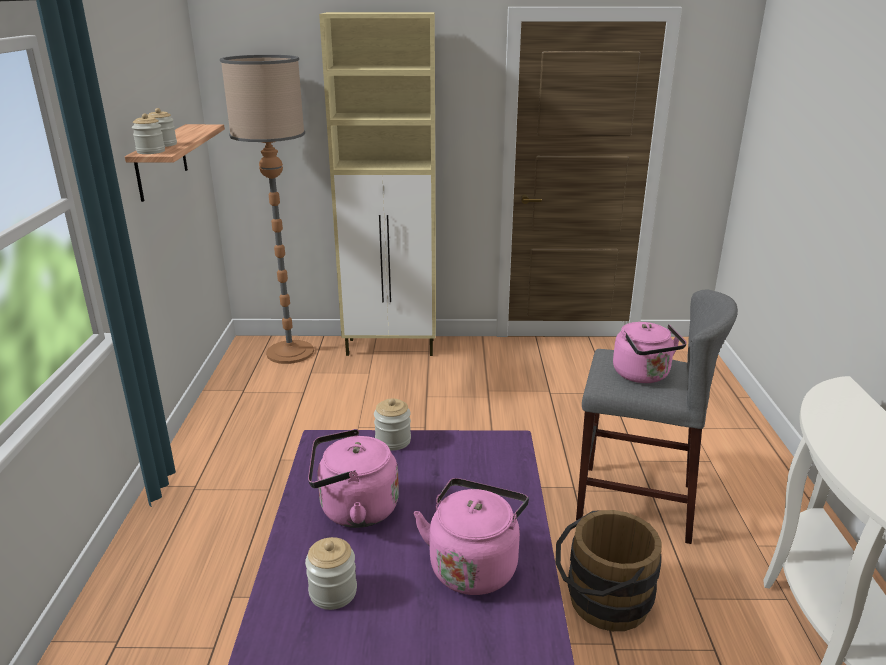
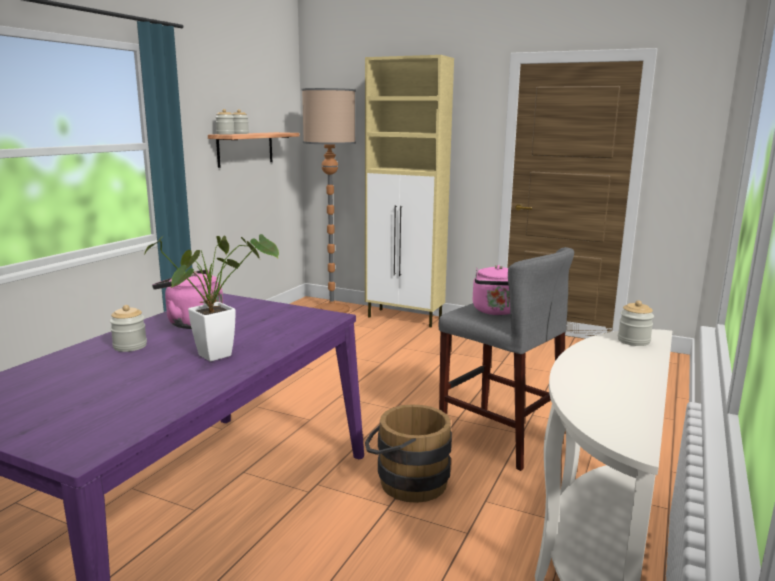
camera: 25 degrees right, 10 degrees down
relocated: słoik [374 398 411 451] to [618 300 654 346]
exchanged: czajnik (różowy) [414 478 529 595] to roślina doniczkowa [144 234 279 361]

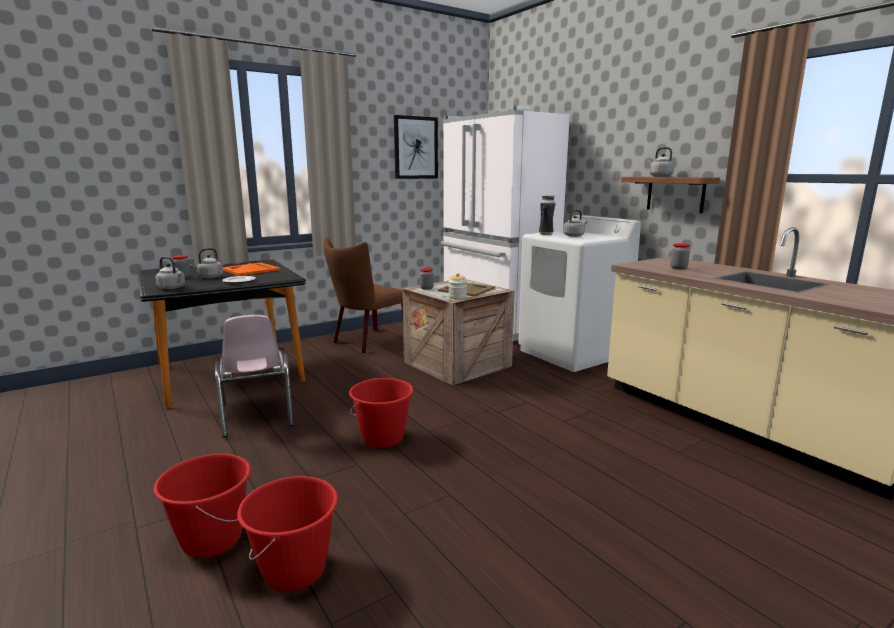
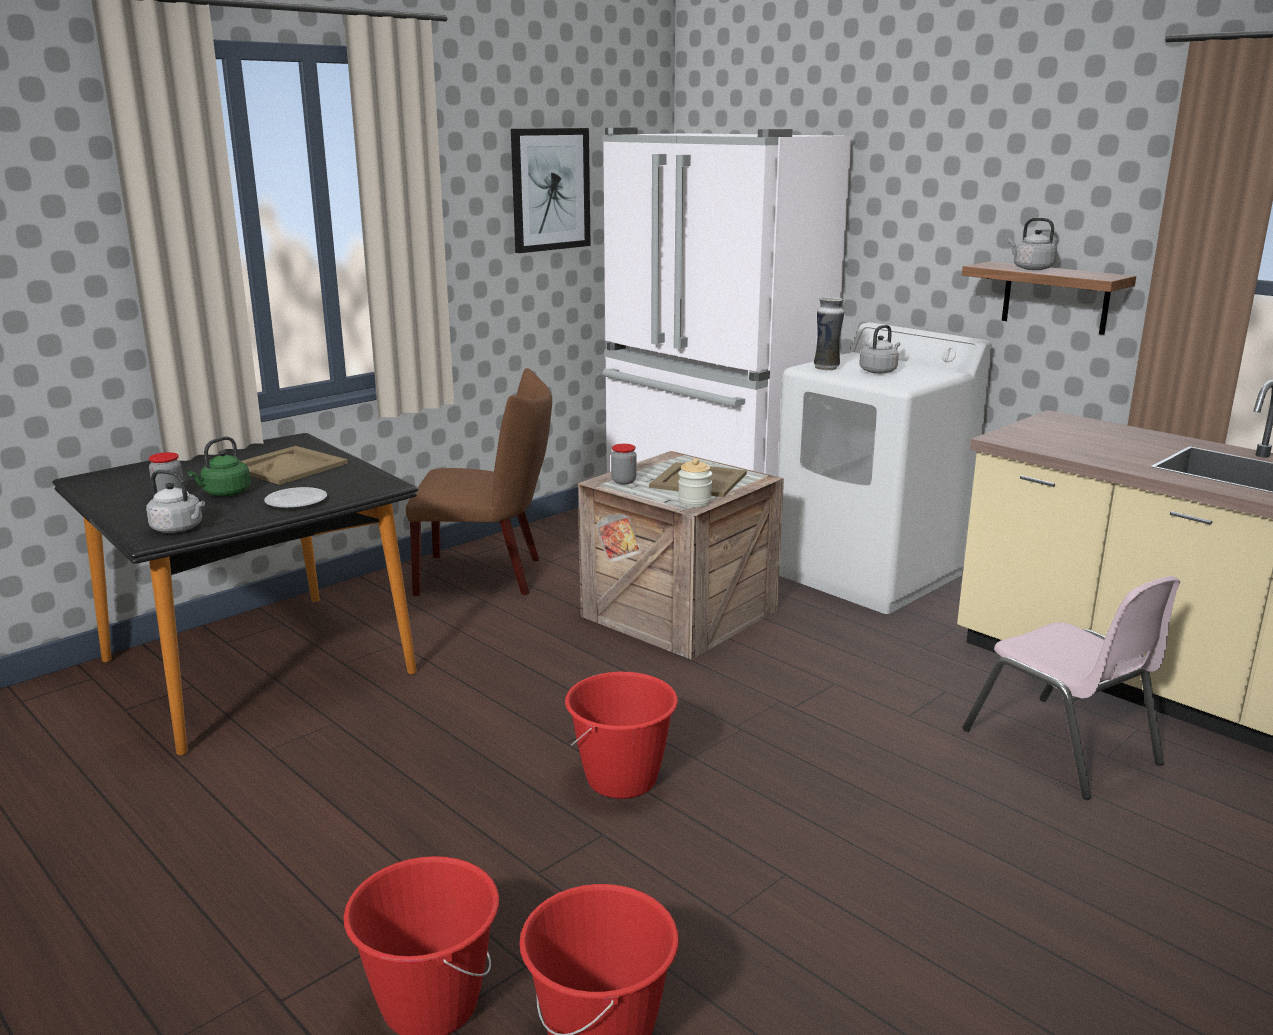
camera: 10 degrees left, 5 degrees up
missing: słoik [670 243 690 270]
relocated: krzesło (różowy) [215 315 294 437] to [963 576 1180 800]
colour: czajnik (szary) [189 248 223 278] to czajnik (zielony) [188 436 251 496]; taca (pomarańczowy) [223 263 281 276] to taca (beżowy) [241 446 348 485]
spun: krzesło (brązowy) [324 237 403 353] = [406 368 552 596] 120 degrees counterclockwise

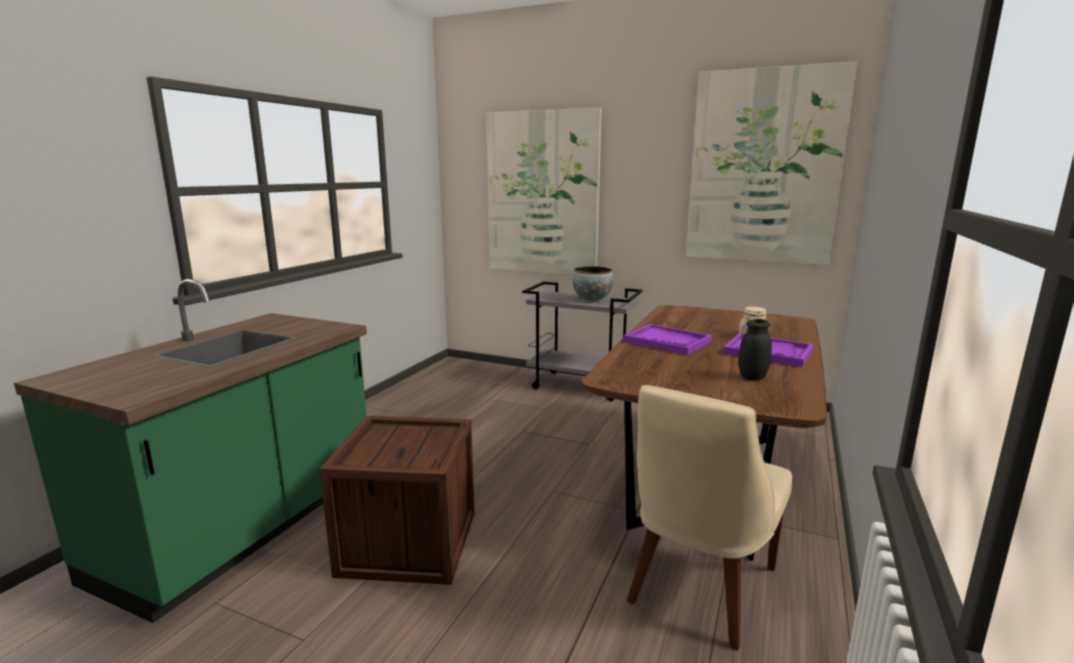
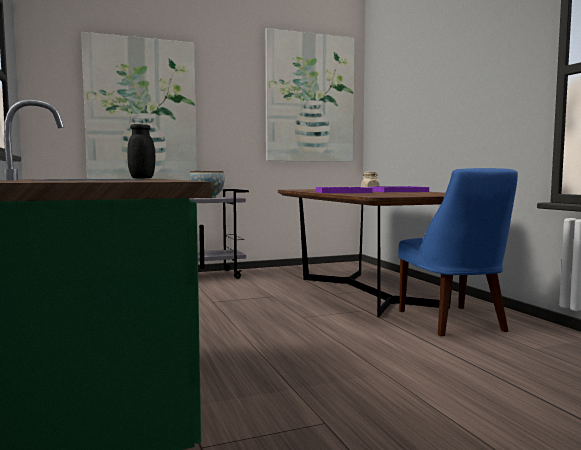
camera: 45 degrees left, 10 degrees down
missing: skrzynka [319 416 475 585]
relocated: słoik (czarny) [739 319 772 380] to [127 124 156 179]
colour: krzesło (beżowy) [627 385 792 651] to krzesło (niebieski) [398 168 518 336]

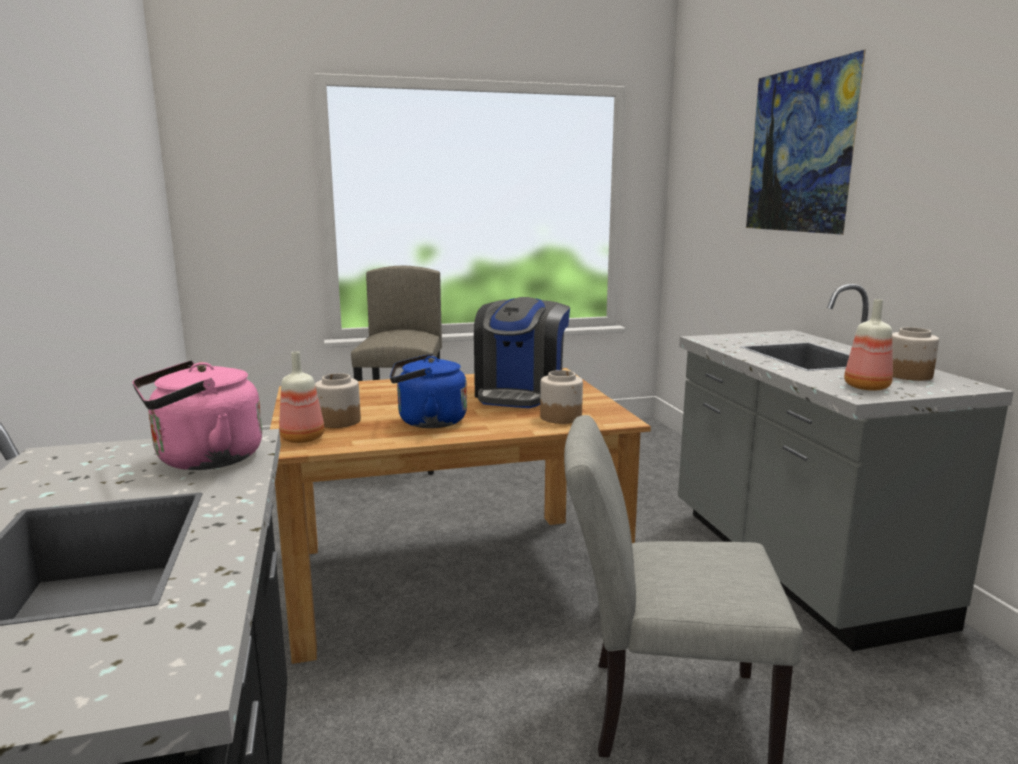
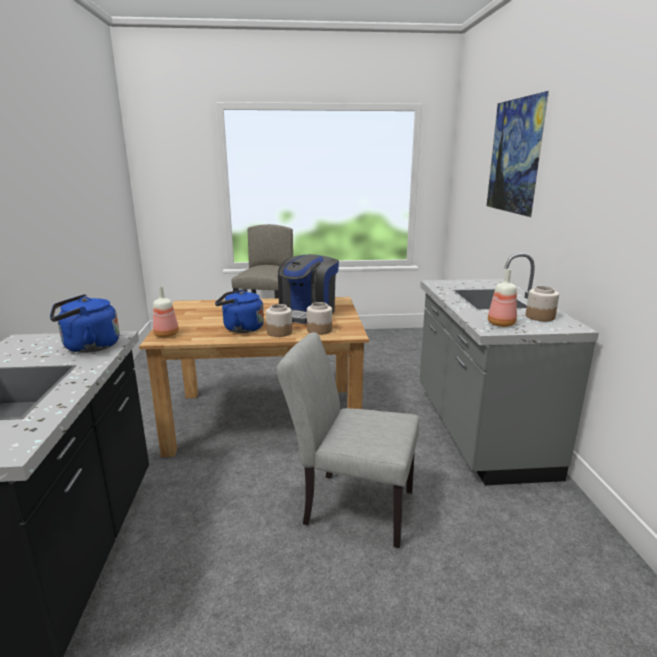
camera: 10 degrees right, 5 degrees up
relocated: słoik [315 373 361 428] to [266 304 292 337]
colour: czajnik (różowy) [132 360 262 470] to czajnik (niebieski) [50 294 119 353]

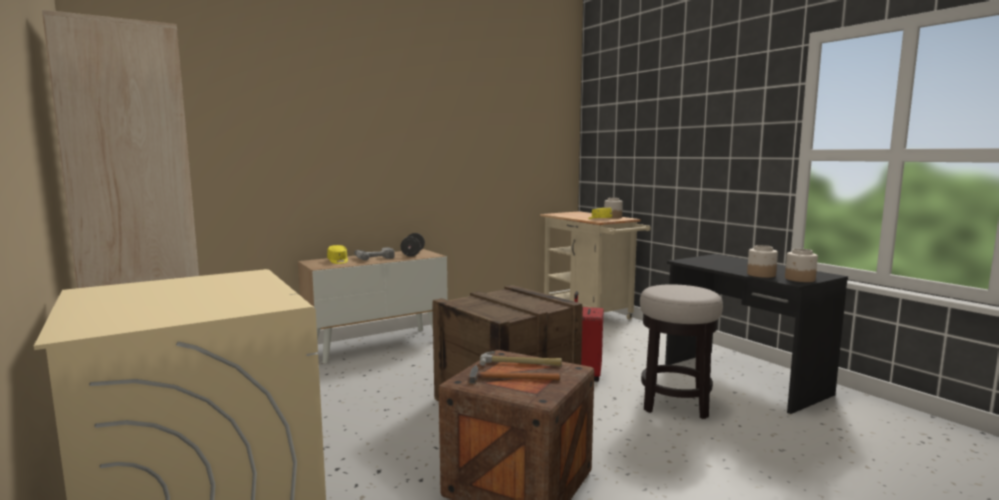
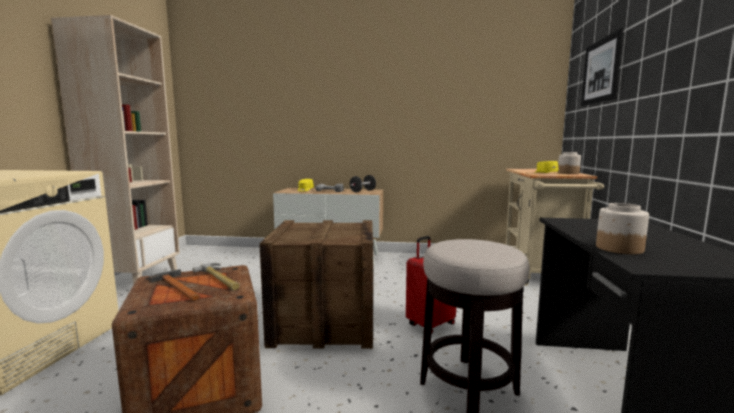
camera: 40 degrees right, 0 degrees up
missing: słoik [785 249 818 282]
appeared: obraz [581 28 624 106]

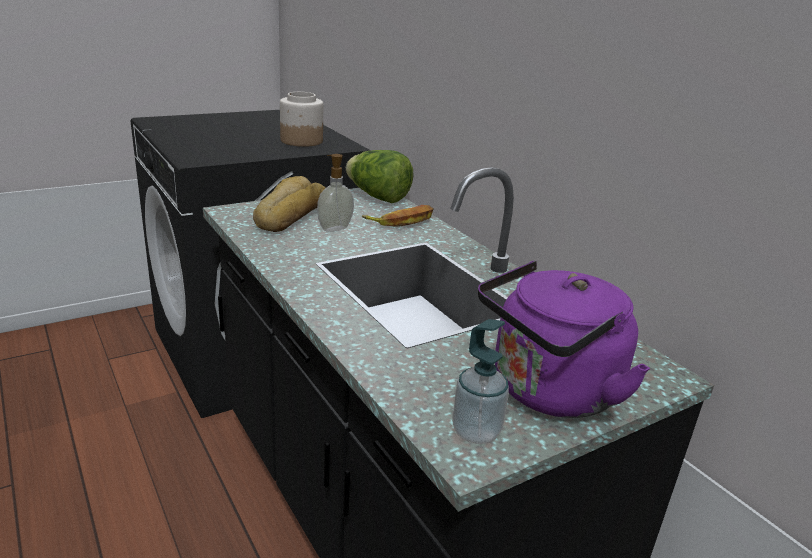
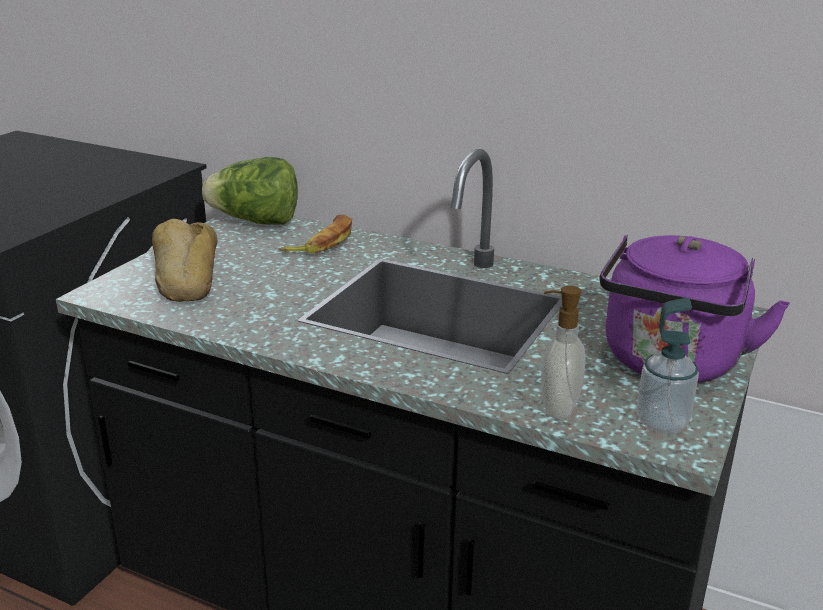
camera: 30 degrees left, 0 degrees up
missing: słoik [280 92 323 147]
relocated: dozownik mydła [317 154 354 232] to [541 286 586 419]

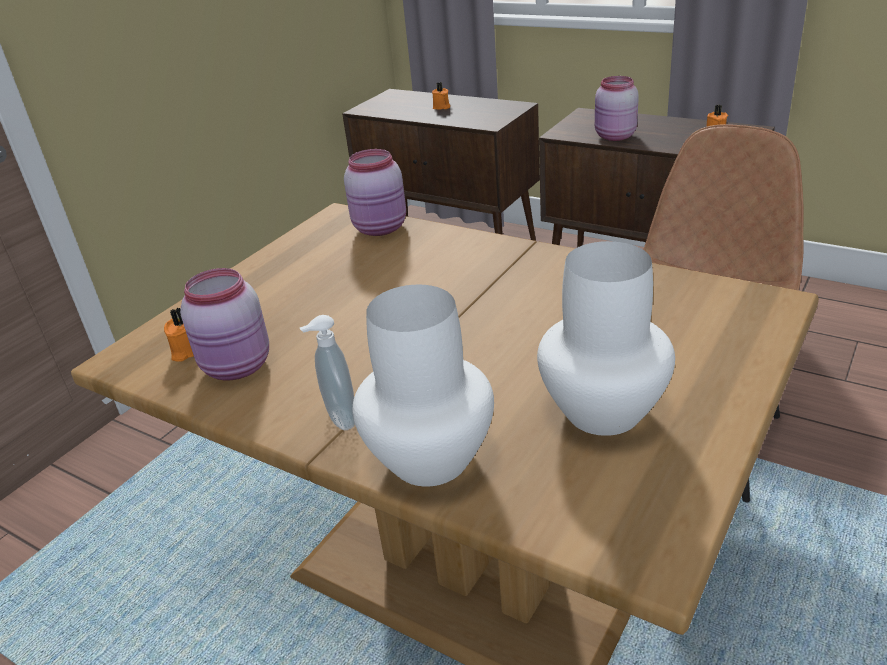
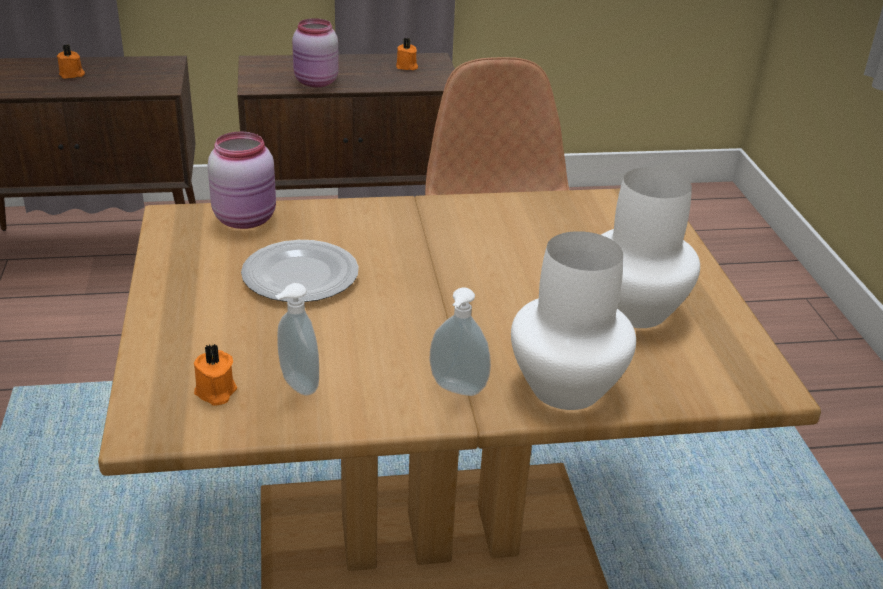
camera: 45 degrees left, 0 degrees up
appeared: talerz [241 240 359 302]
exchanged: słoik (różowy) [180 268 269 381] to dozownik mydła [275 283 319 396]

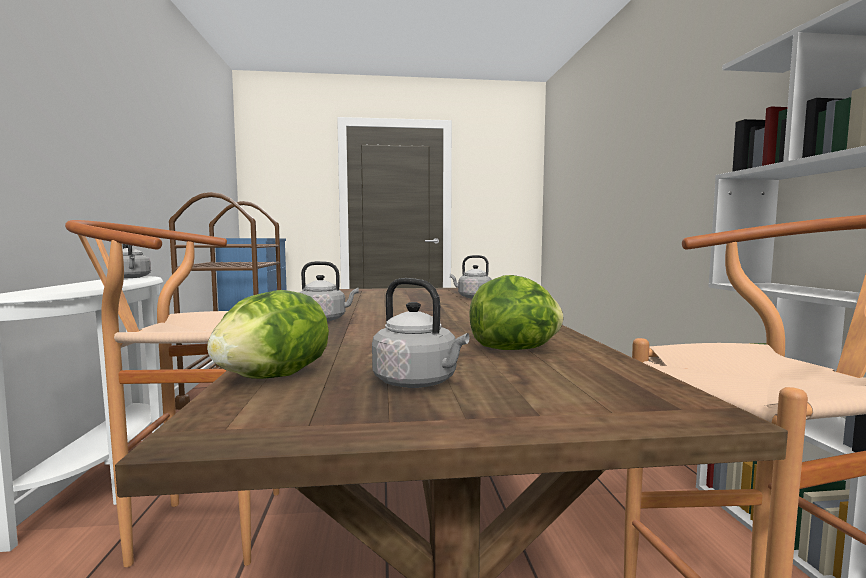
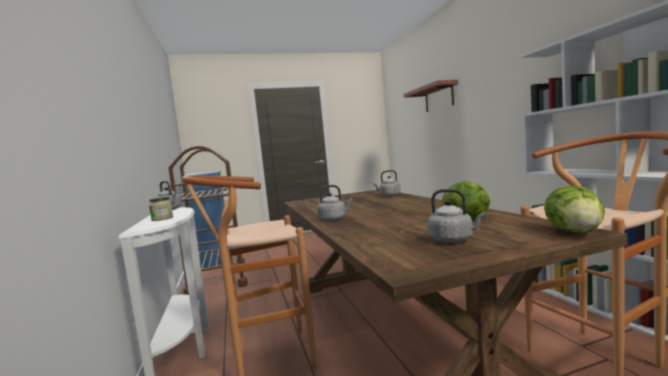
camera: 10 degrees left, 0 degrees up
appeared: słoik [149 197 173 221]; półka [404 80 458 112]
relocated: sałata [207 290 329 379] to [544 186 605 234]

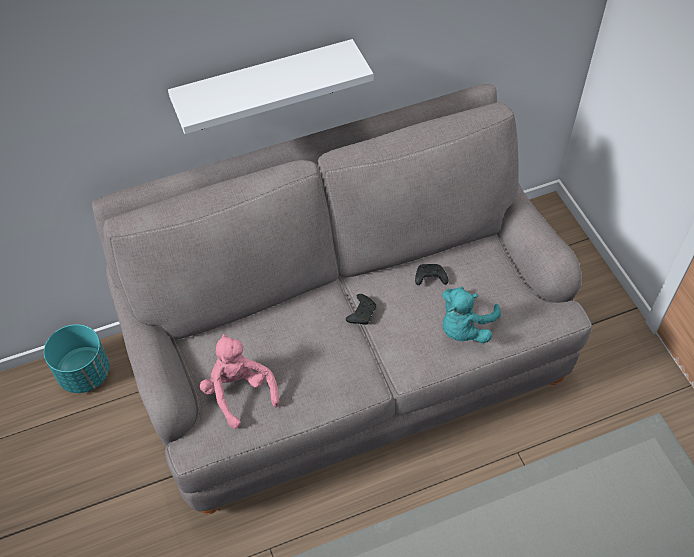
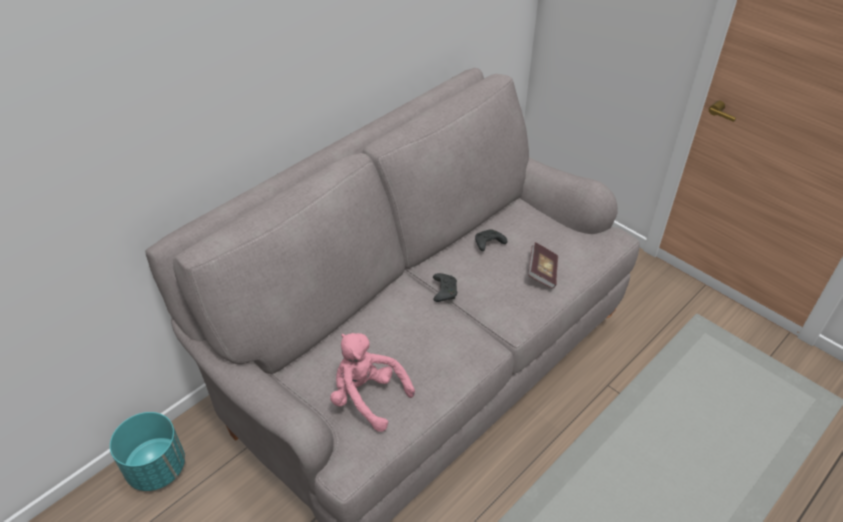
camera: 25 degrees left, 10 degrees down
missing: półka (biały) [168 39 373 134]
exchanged: pluszak (turkusowy) [442 287 501 343] to książka [528 242 558 289]

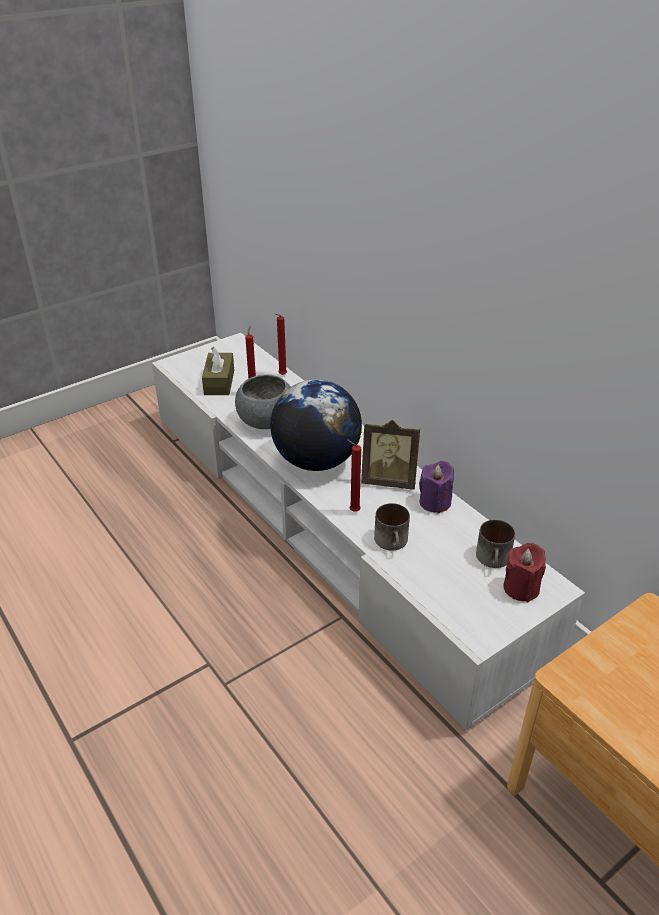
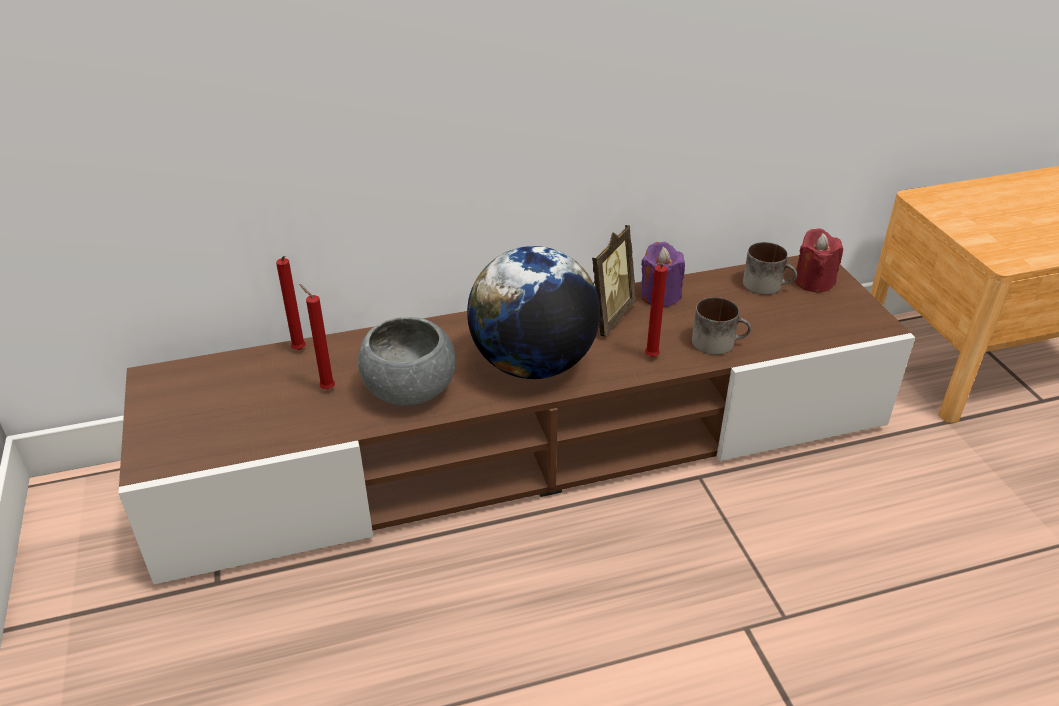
camera: 70 degrees left, 0 degrees up
missing: pudełko chusteczek (brązowy) [202 346 234 395]
colour: szafka pod telewizor (biały) [152 333 585 730] to szafka pod telewizor (brązowy) [119 255 915 585]

